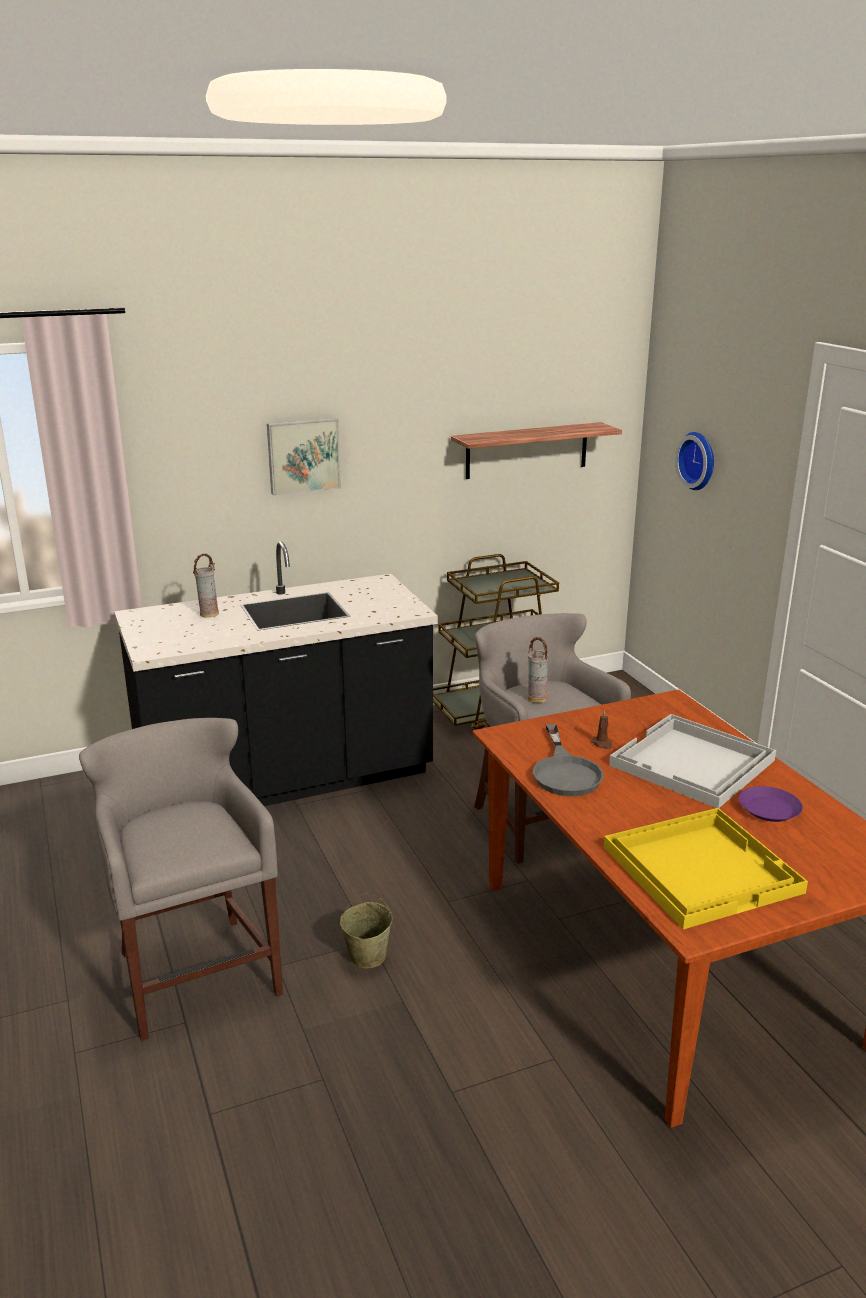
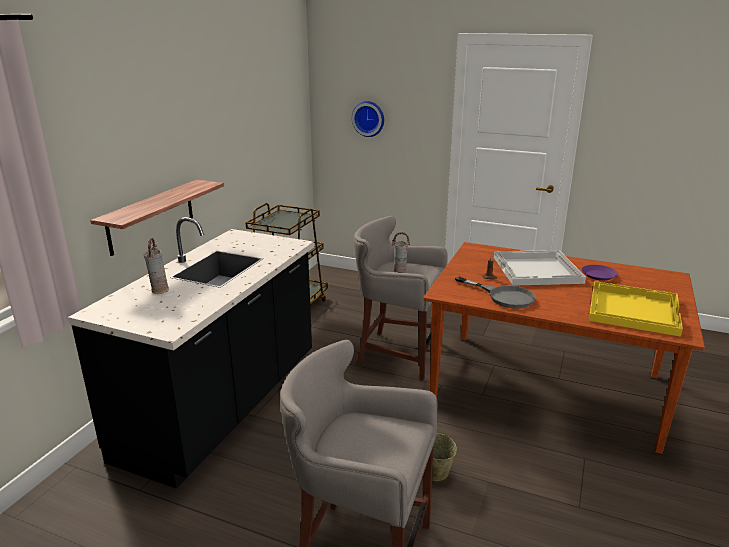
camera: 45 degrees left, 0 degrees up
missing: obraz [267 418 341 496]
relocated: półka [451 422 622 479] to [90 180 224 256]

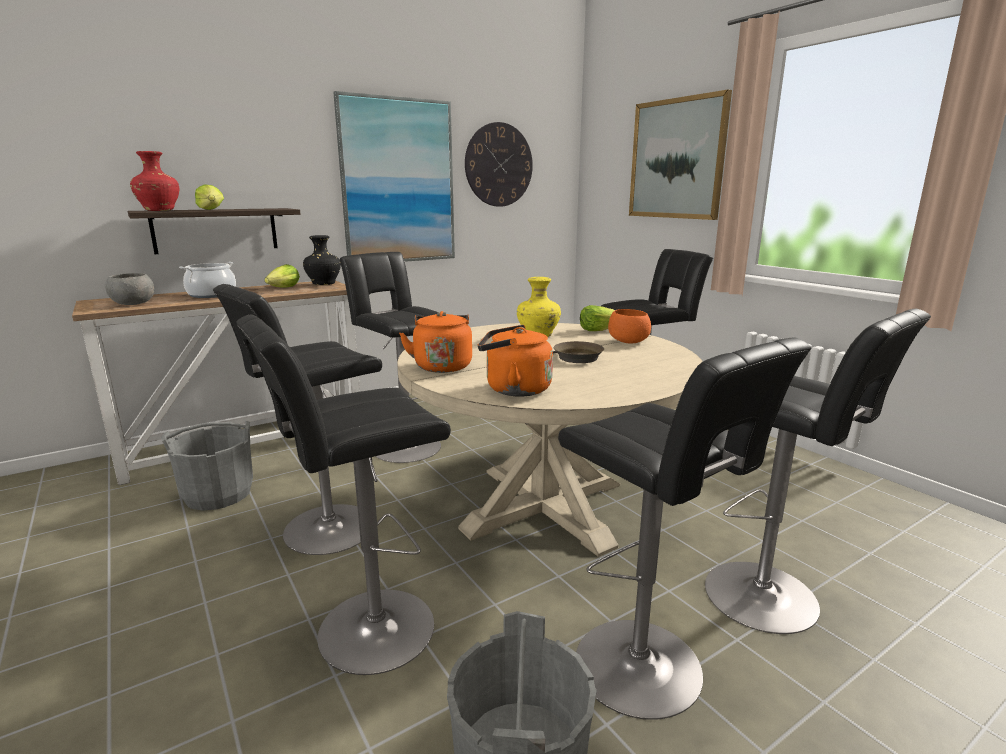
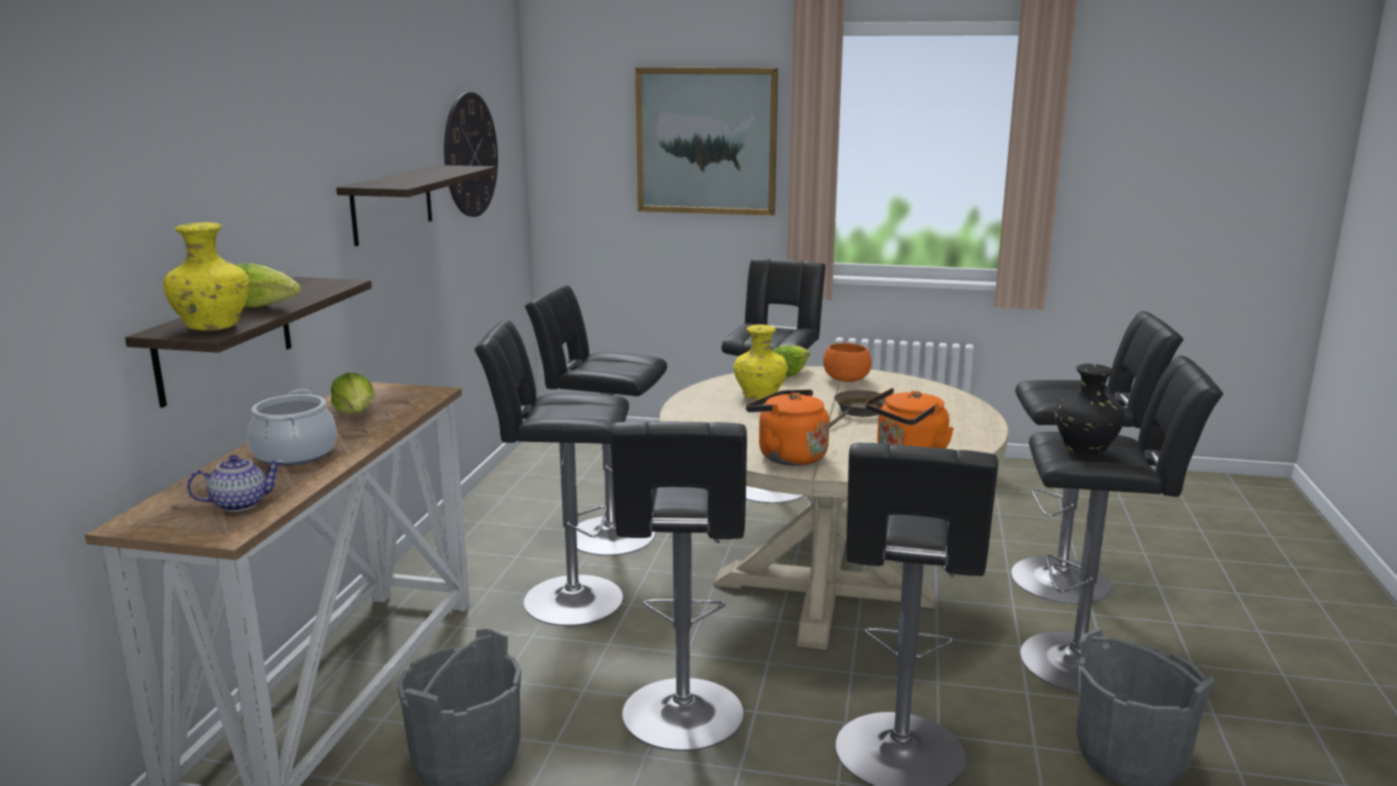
camera: 45 degrees left, 0 degrees up
appeared: stołek (czarny) [525 285 667 556]
relocated: wazon (czarny) [303 235 341 285] to [1055 364 1125 455]
exchanged: miska (szary) [105 273 154 305] to imbryk [187 455 283 512]; obraz [333 91 455 262] to półka [336 165 496 246]
colour: wazon (czerwony) [130 151 179 211] to wazon (żółty) [163 222 249 331]

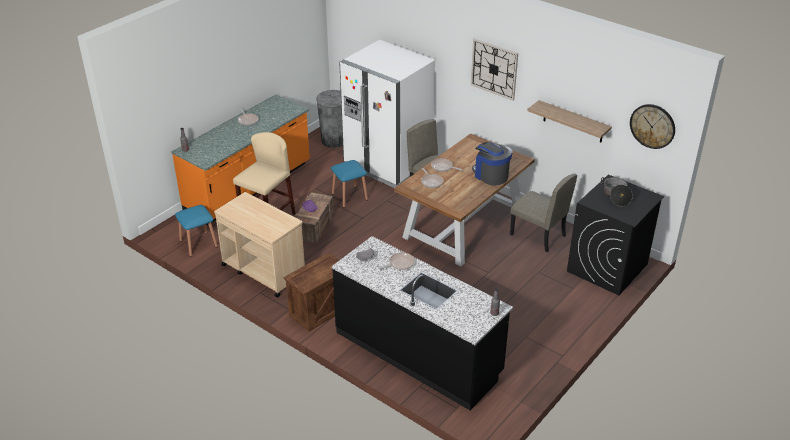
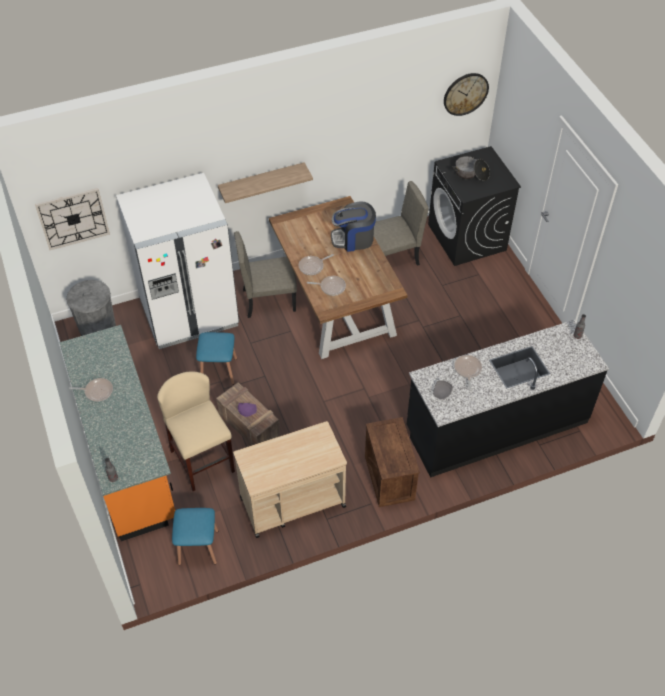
camera: 60 degrees left, 15 degrees up
relocated: zegar ścienny [471 38 518 101] to [35 188 110 250]; półka [527 100 612 143] to [218 162 313 203]

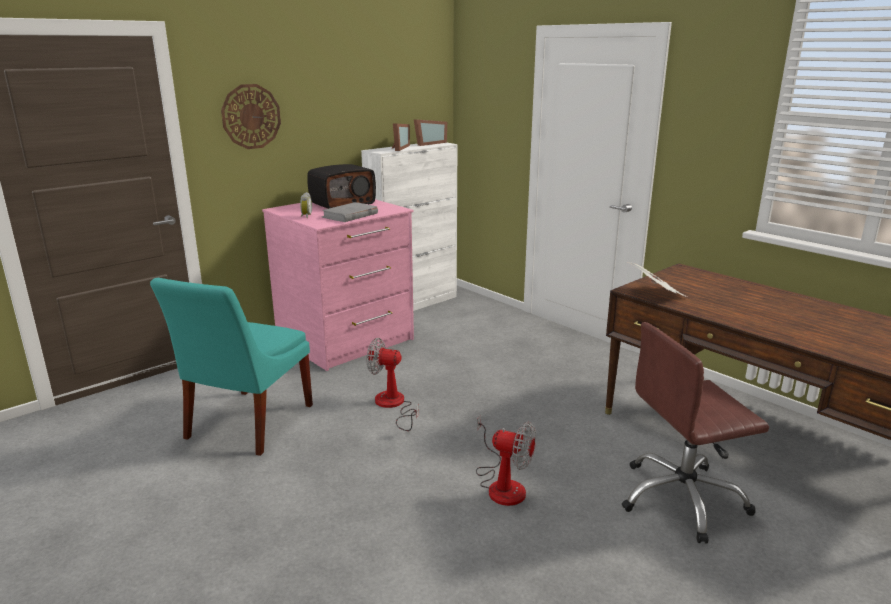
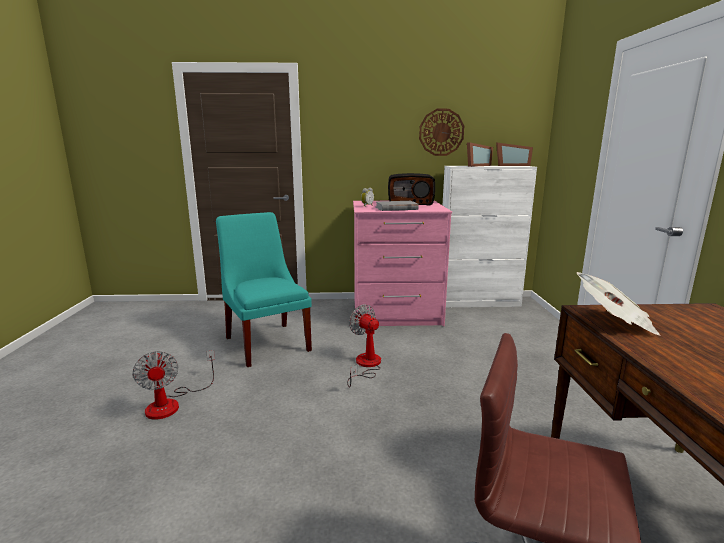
camera: 40 degrees right, 5 degrees down
relocated: zegar ścienny [221 84 281 149] to [419 109 464 156]; wentylator [476 415 536 506] to [132 350 215 420]
spun: krzesło (turkusowy) [150 278 313 456] = [216 212 312 367] 90 degrees clockwise

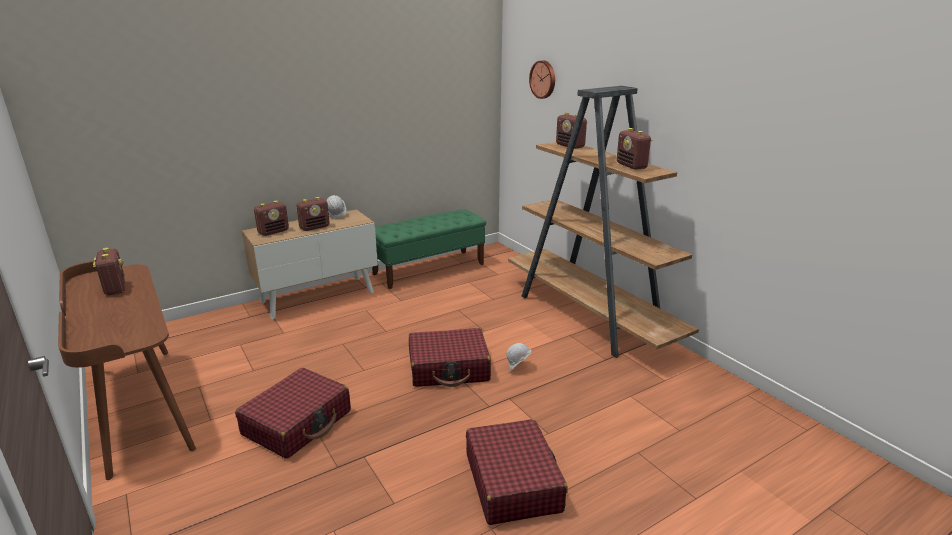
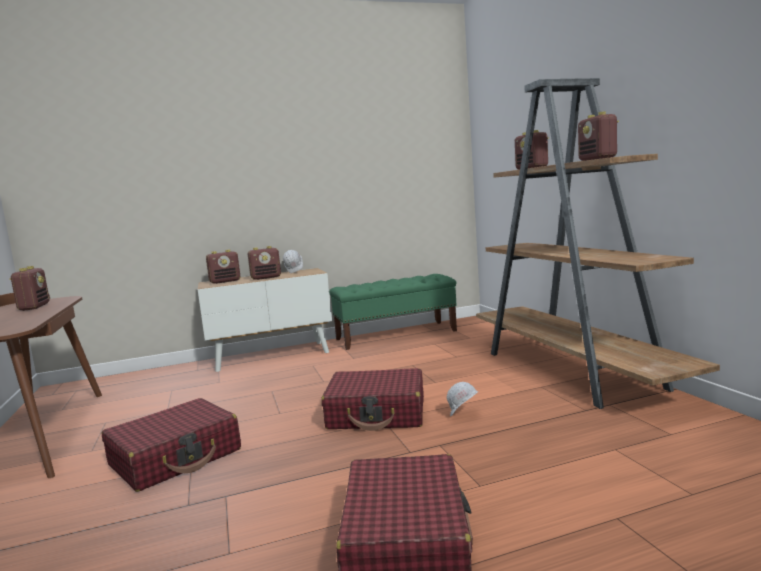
camera: 15 degrees right, 15 degrees down
missing: zegar ścienny [529 61 555 99]

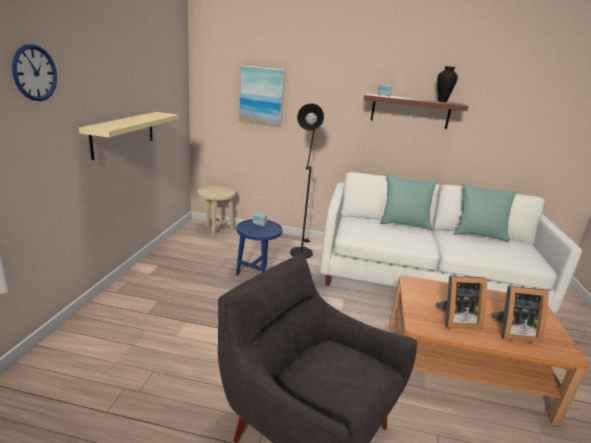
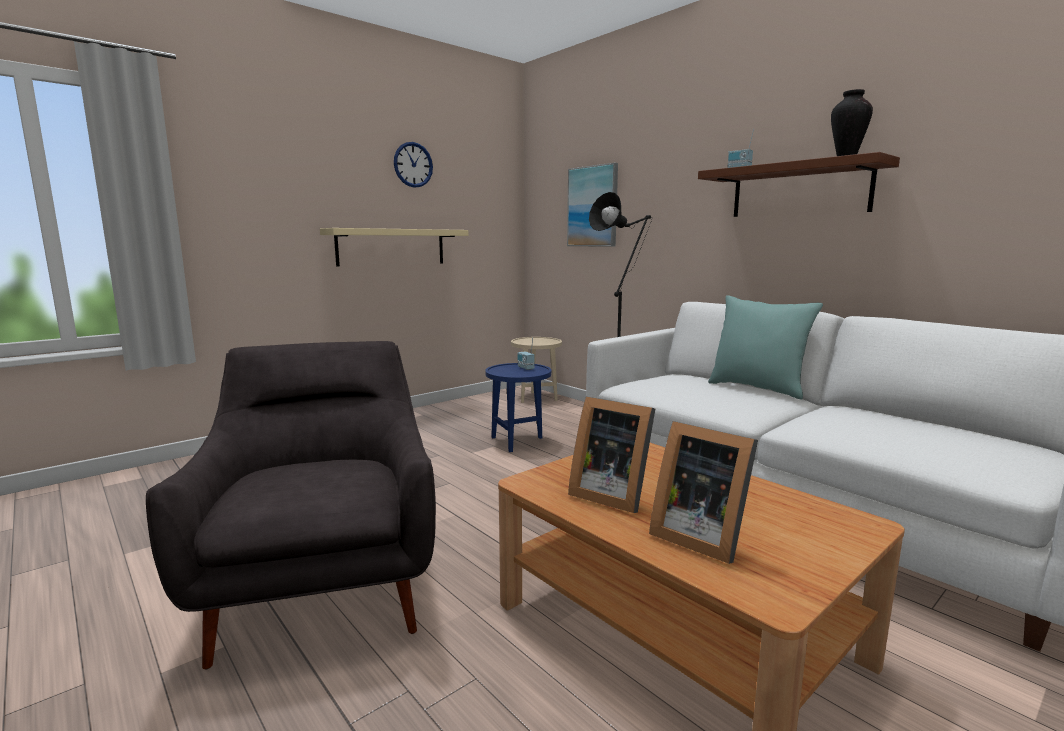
camera: 40 degrees right, 10 degrees down
missing: poduszka (turkusowy) [454 183 517 242]
relocated: zegar ścienny [12 44 57 101] to [394 142 433 188]

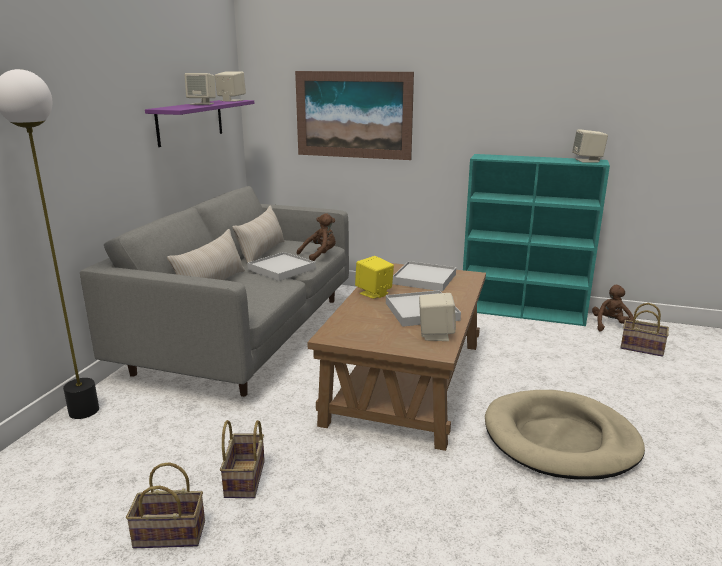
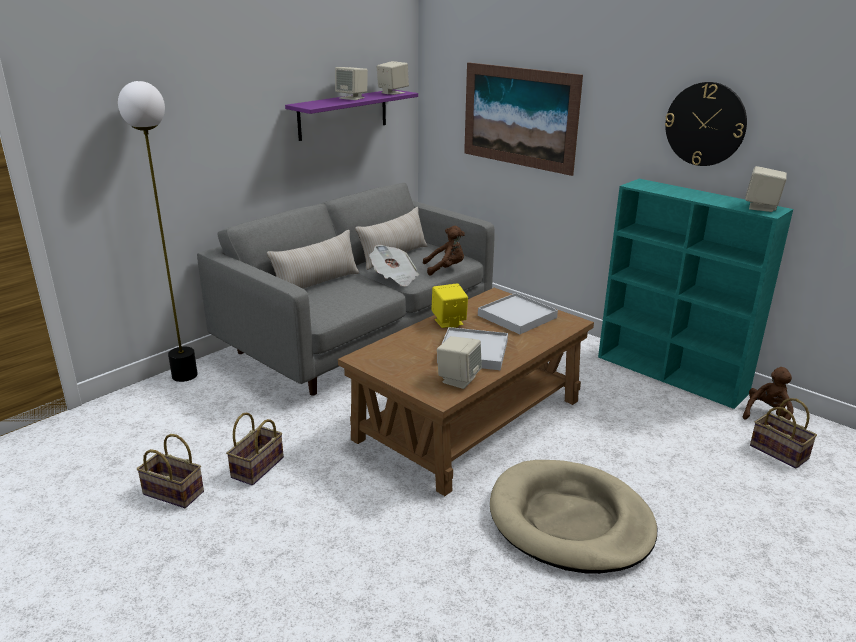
camera: 25 degrees right, 5 degrees up
appeared: zegar ścienny [665 82 747 166]
exchanged: taca (biały) [247 252 316 281] to gazeta [369 245 419 287]

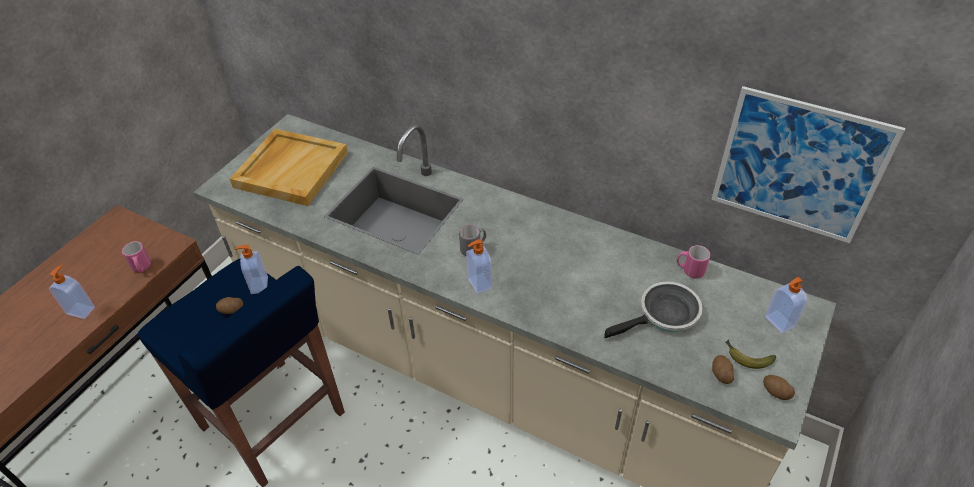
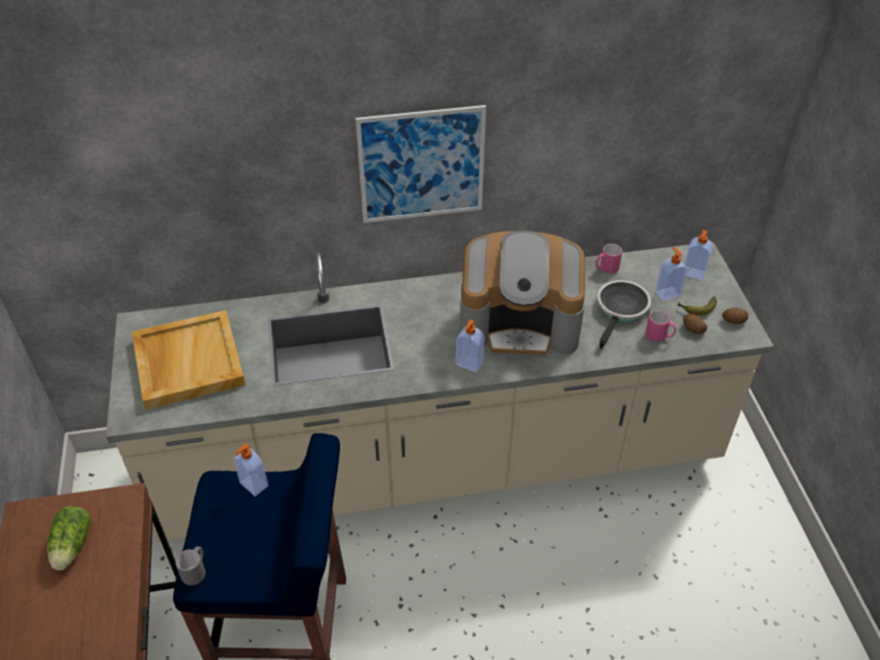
camera: 40 degrees left, 0 degrees up
missing: ziemniak [216 297 243 314]
appeared: sałata [47 506 92 570]; ekspres do kawy [460 230 585 358]
relocated: dozownik mydła [49 265 95 319] to [655 247 688 301]; kubek (różowy) [122 241 151 273] to [645 310 676 342]; kubek (szary) [459 225 486 256] to [175 546 206 586]; obraz [711 86 905 243] to [356 105 486 223]

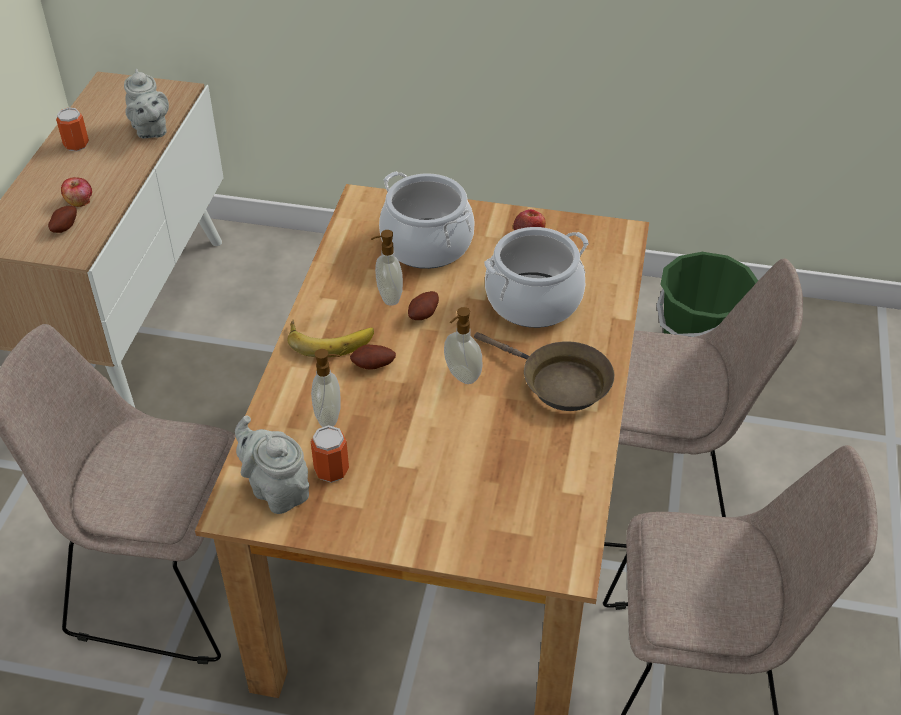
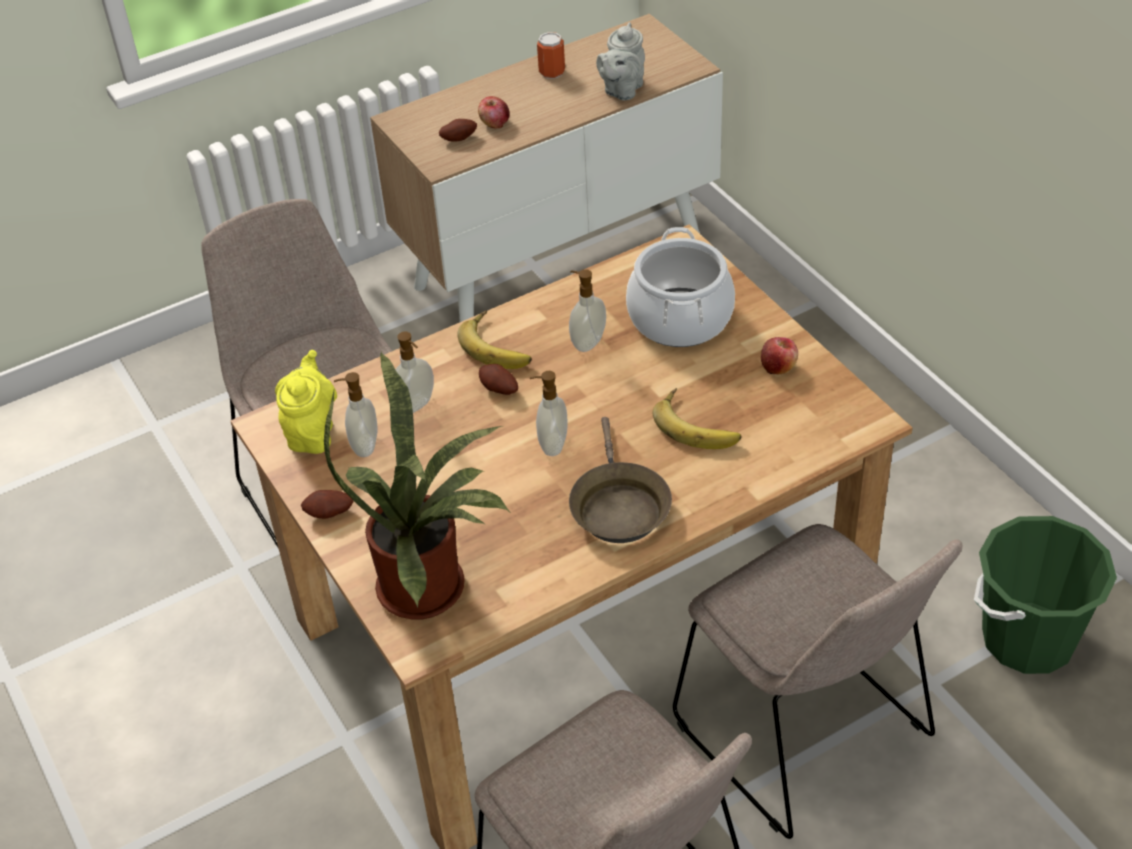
camera: 50 degrees right, 0 degrees up
appeared: roślina doniczkowa [324 351 510 620]
relocated: ziemniak [408 291 439 320] to [301 490 353 519]
exchanged: puszka [311 425 349 483] to dozownik mydła [334 372 378 457]; garnek [484 227 589 328] to banan [653 388 741 449]
colour: imbryk (szary) [235 415 309 514] to imbryk (żółty) [275 350 337 454]

